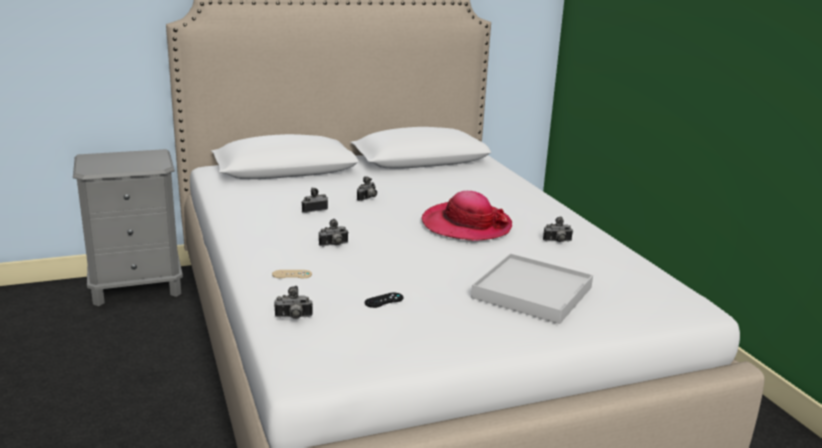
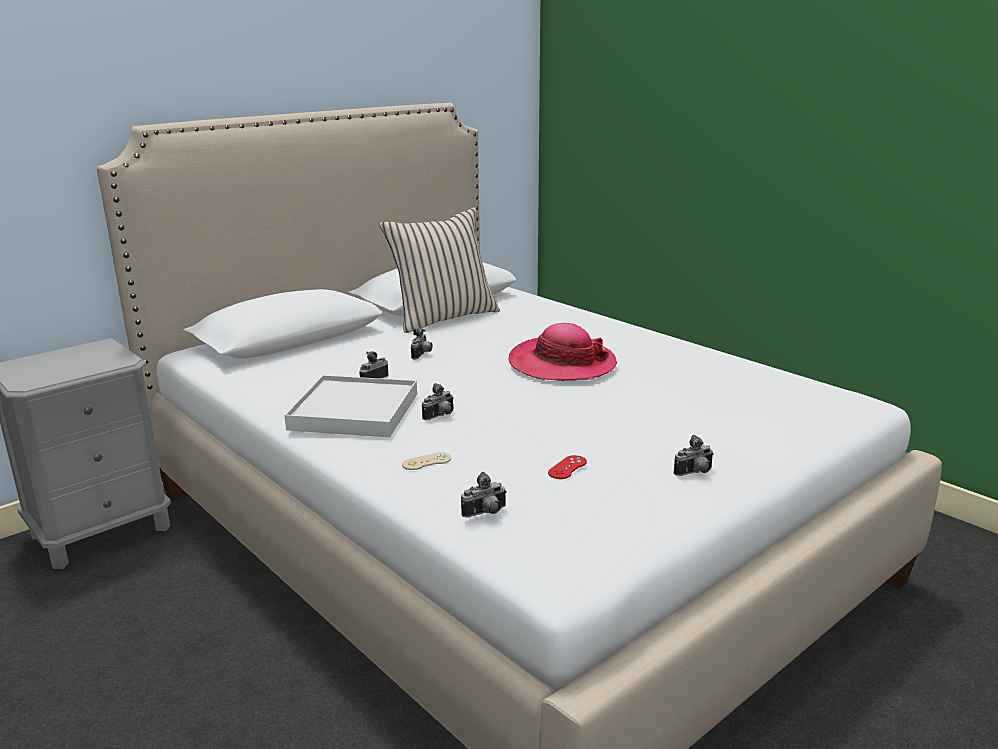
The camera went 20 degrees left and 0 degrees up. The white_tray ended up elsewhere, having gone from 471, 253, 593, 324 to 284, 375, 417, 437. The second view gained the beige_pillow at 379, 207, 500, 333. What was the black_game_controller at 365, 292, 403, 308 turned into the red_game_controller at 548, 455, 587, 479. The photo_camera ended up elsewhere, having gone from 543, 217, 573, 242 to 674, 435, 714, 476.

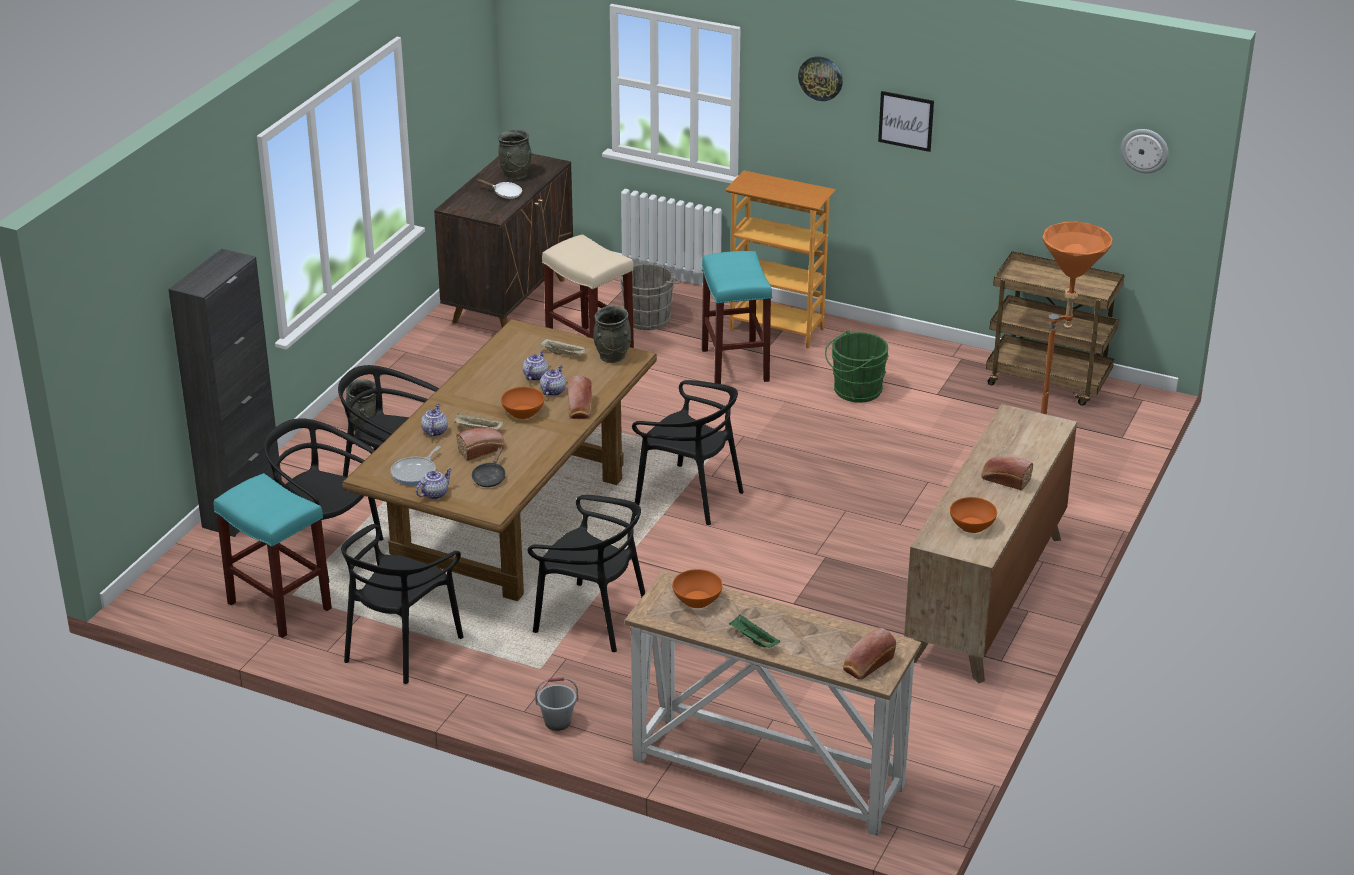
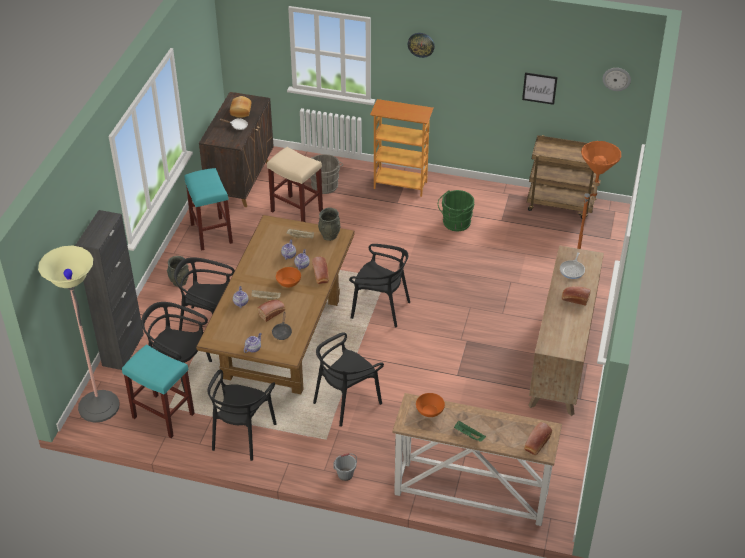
The camera went 10 degrees left and 10 degrees up. The second view gained the floor_lamp at 38, 246, 120, 423. The turquoise_stool ended up elsewhere, having gone from 702, 251, 772, 384 to 184, 168, 233, 251. Where the grey_vase stood at 498, 130, 532, 180, the bread came to stand at 230, 96, 251, 118. The black_chair at 528, 495, 645, 652 ended up facing another way, 120 degrees clockwise from before. The picture ended up elsewhere, having gone from 878, 91, 934, 152 to 522, 72, 558, 105. The frying_pan ended up elsewhere, having gone from 391, 446, 441, 485 to 560, 252, 585, 279. The second view lost the orange_bowl at 950, 497, 997, 533.

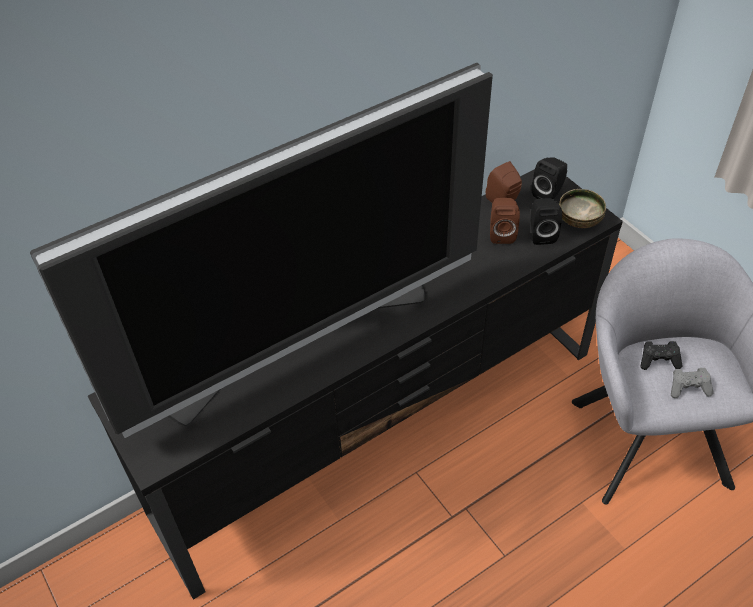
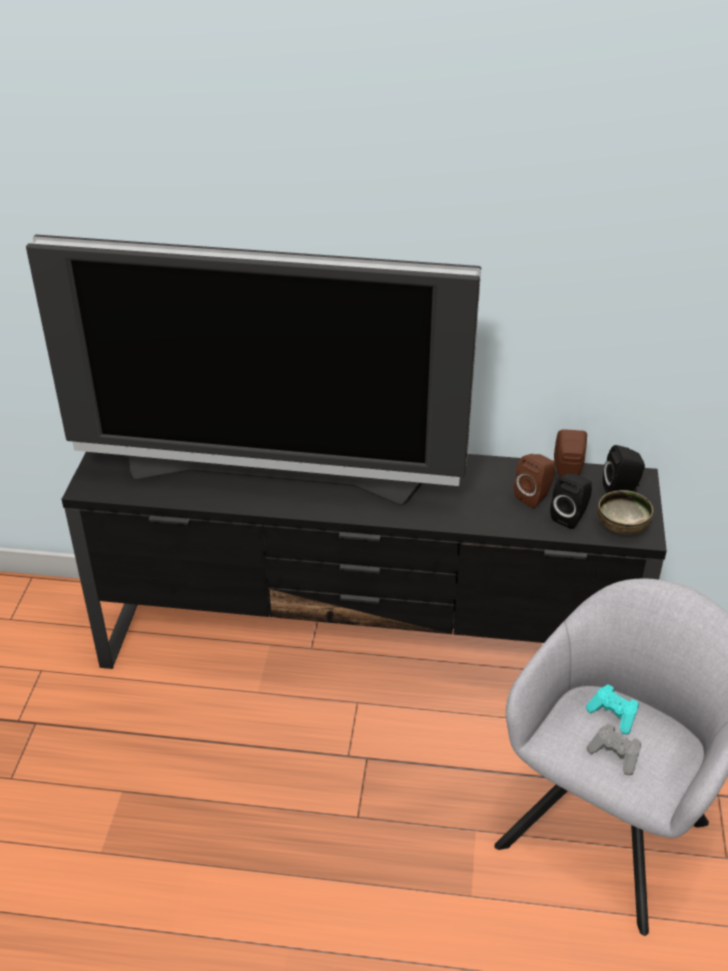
The camera went 40 degrees right and 10 degrees down. What was the black_game_controller at 640, 341, 682, 370 turned into the turquoise_game_controller at 586, 684, 639, 734.

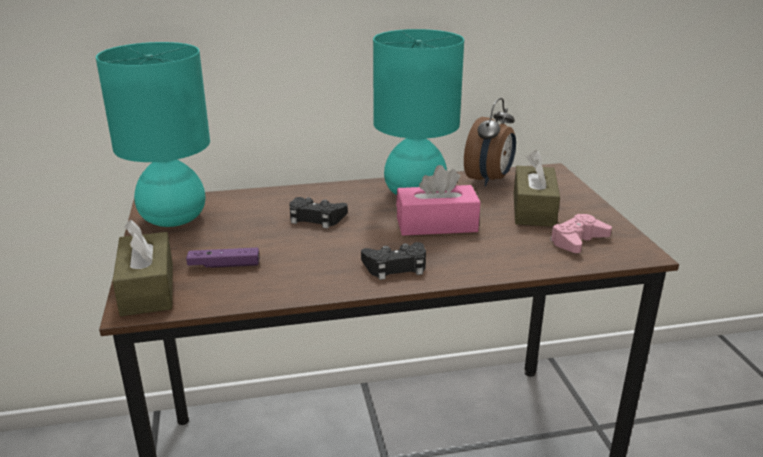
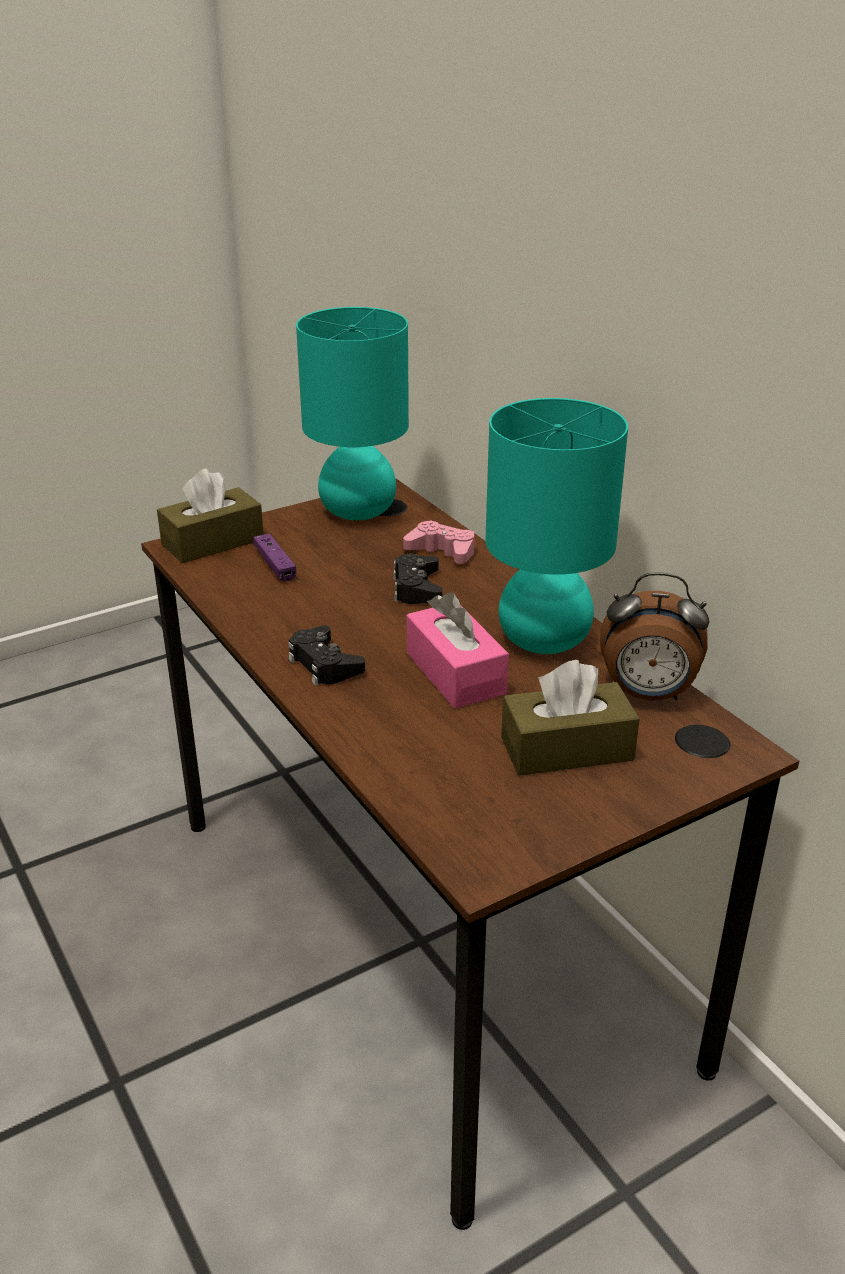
The camera went 70 degrees right and 5 degrees up. The pink_game_controller ended up elsewhere, having gone from 550, 214, 612, 253 to 403, 520, 475, 564.

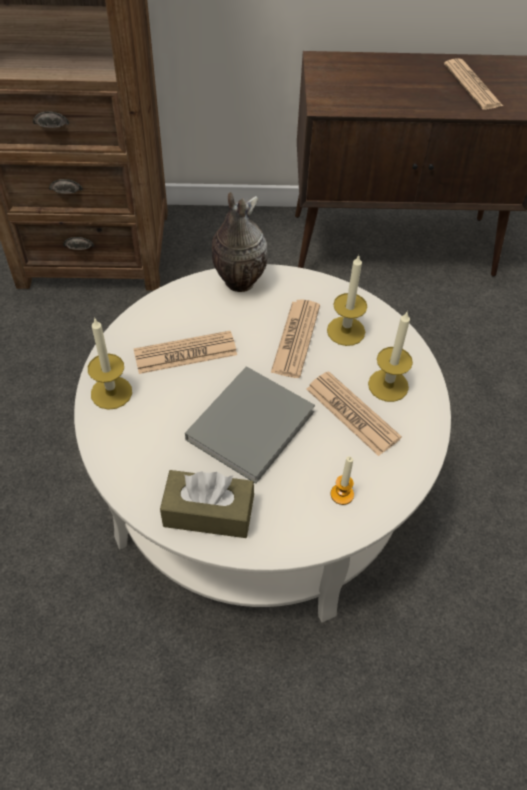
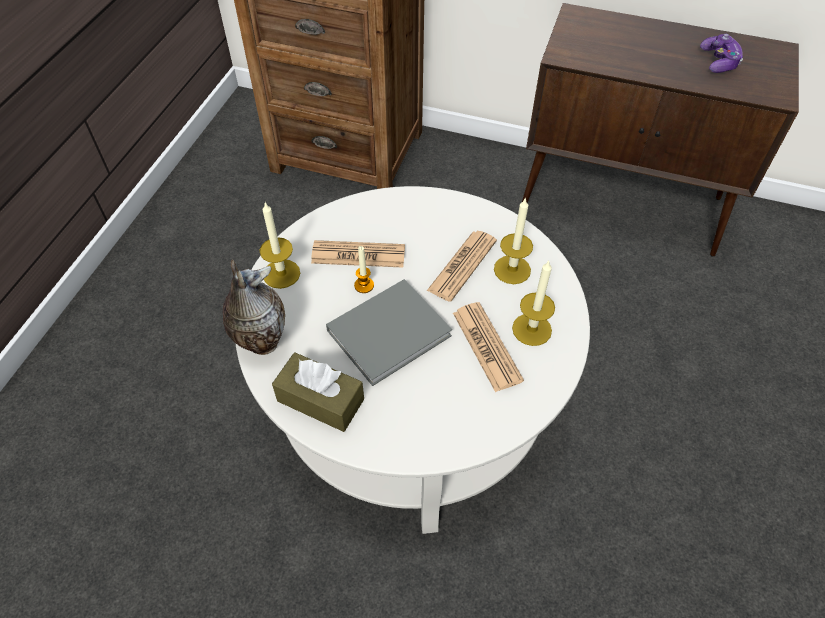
The camera went 20 degrees right and 0 degrees up. The vase ended up elsewhere, having gone from 212, 192, 268, 292 to 223, 259, 285, 355. The candle ended up elsewhere, having gone from 331, 456, 354, 505 to 354, 246, 374, 293. Where the newspaper stood at 444, 58, 503, 110, the game_controller came to stand at 700, 34, 743, 73.

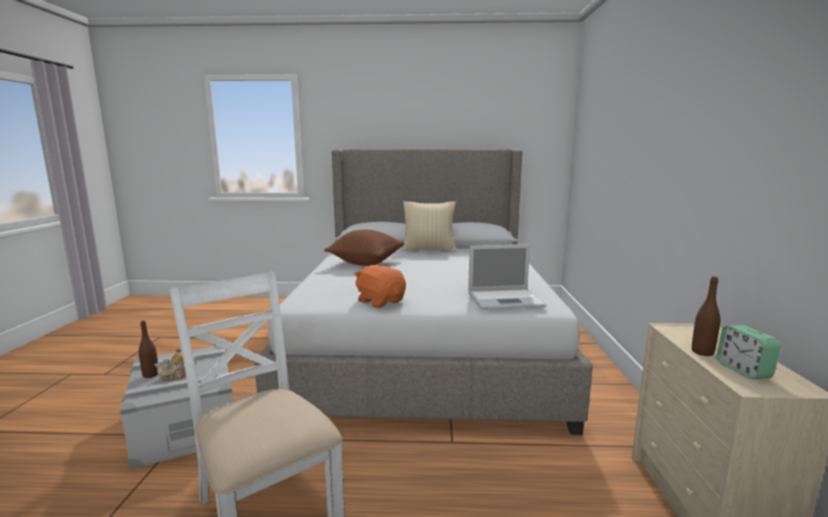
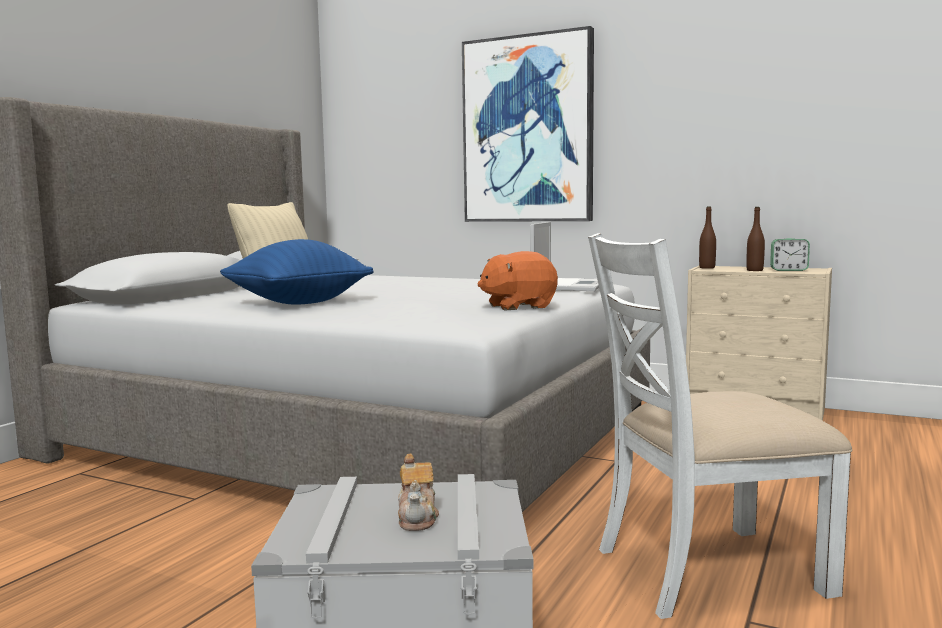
The camera went 65 degrees left and 5 degrees down. What was the brown_pillow at 324, 230, 404, 266 turned into the blue_pillow at 220, 239, 374, 305. The second view gained the picture at 462, 26, 594, 222. The brown_bottle ended up elsewhere, having gone from 139, 321, 158, 378 to 699, 206, 716, 269.

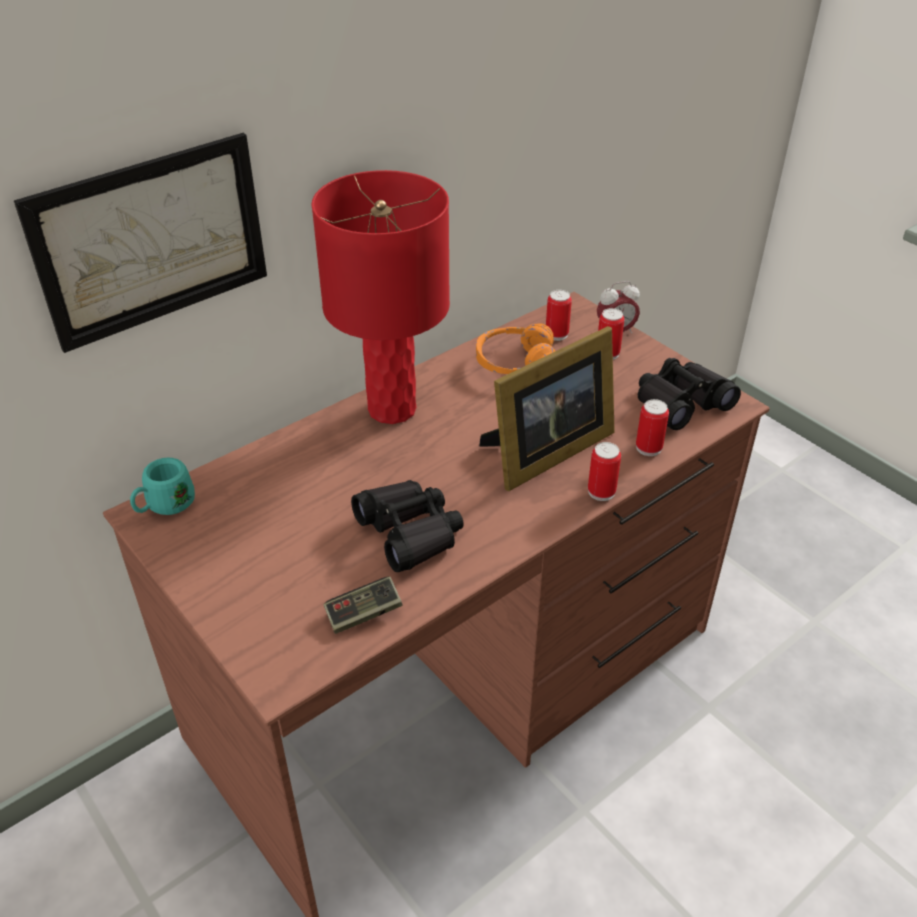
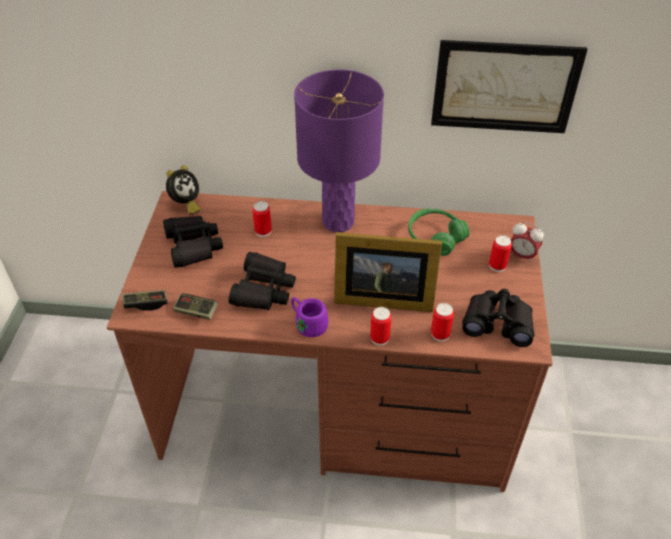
The camera went 45 degrees right and 5 degrees up. The second view gained the game_controller at 122, 290, 167, 311. The second view gained the black_binoculars at 163, 216, 223, 268. Where the turquoise_mug stood at 130, 458, 195, 515, the alarm_clock came to stand at 166, 165, 201, 214. The can ended up elsewhere, having gone from 546, 290, 572, 341 to 252, 201, 272, 237. The second view gained the purple_mug at 291, 297, 329, 337. What was the red_table_lamp at 311, 170, 450, 424 turned into the purple_table_lamp at 294, 70, 384, 232. What was the orange_headphones at 476, 323, 555, 374 turned into the green_headphones at 408, 208, 470, 256. The picture ended up elsewhere, having gone from 14, 133, 267, 353 to 431, 40, 588, 133.

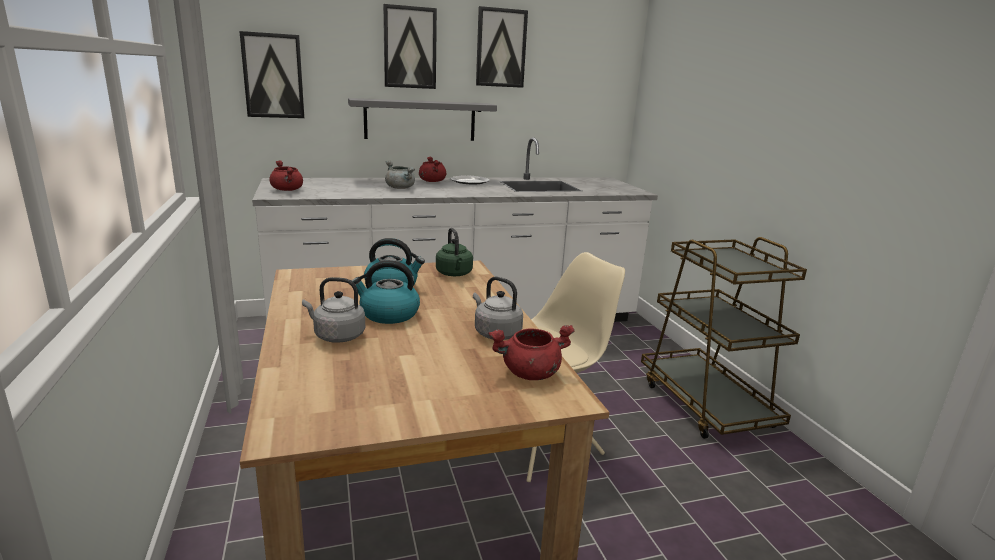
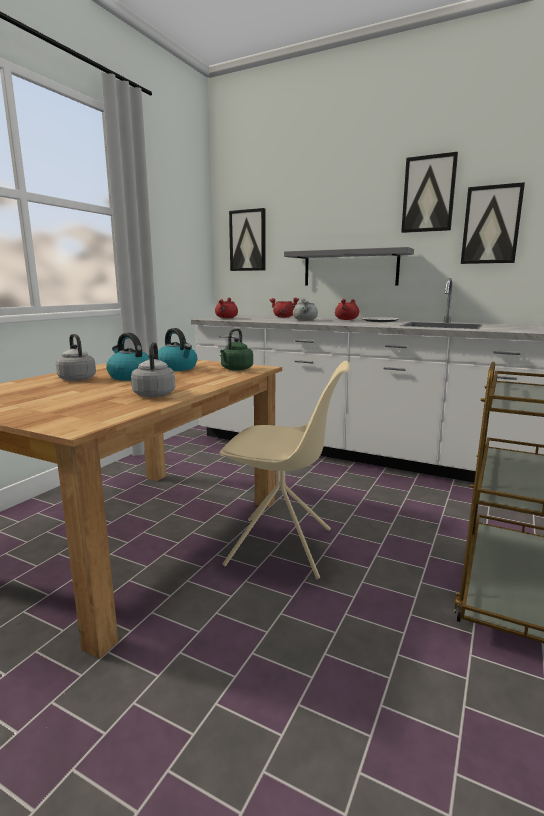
The camera went 45 degrees right and 5 degrees down. The red_cooking_pot ended up elsewhere, having gone from 489, 325, 575, 380 to 270, 298, 299, 318. The picture ended up elsewhere, having gone from 383, 4, 437, 89 to 461, 182, 525, 264.

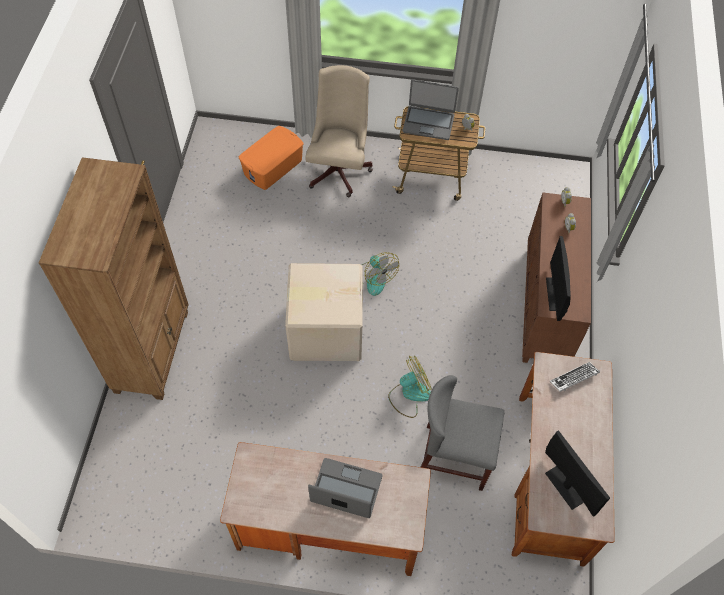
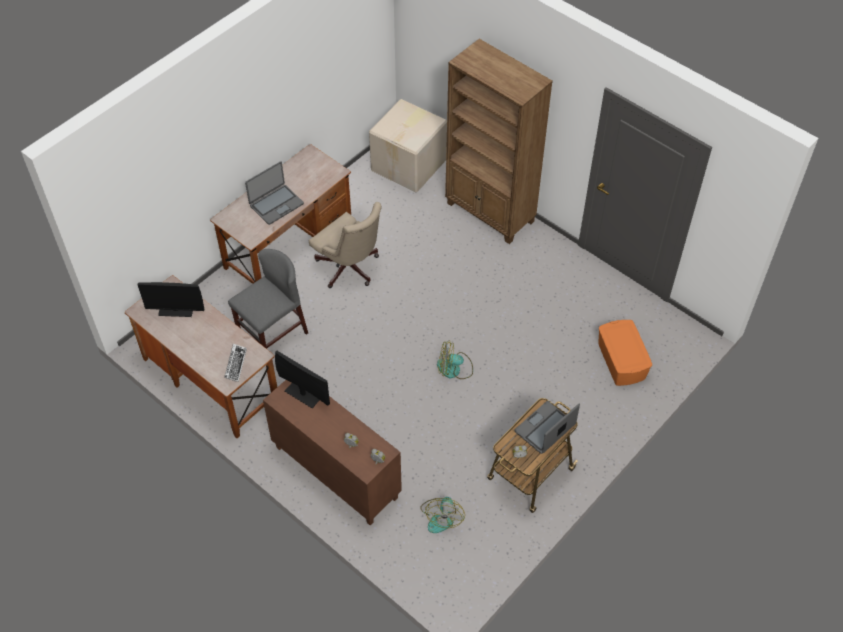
The camera went 125 degrees right and 5 degrees down. The beige_office_chair ended up elsewhere, having gone from 305, 65, 373, 197 to 309, 202, 382, 288. The cardboard_box ended up elsewhere, having gone from 285, 263, 362, 361 to 369, 99, 447, 192. The fan ended up elsewhere, having gone from 388, 356, 432, 418 to 420, 497, 465, 533.

